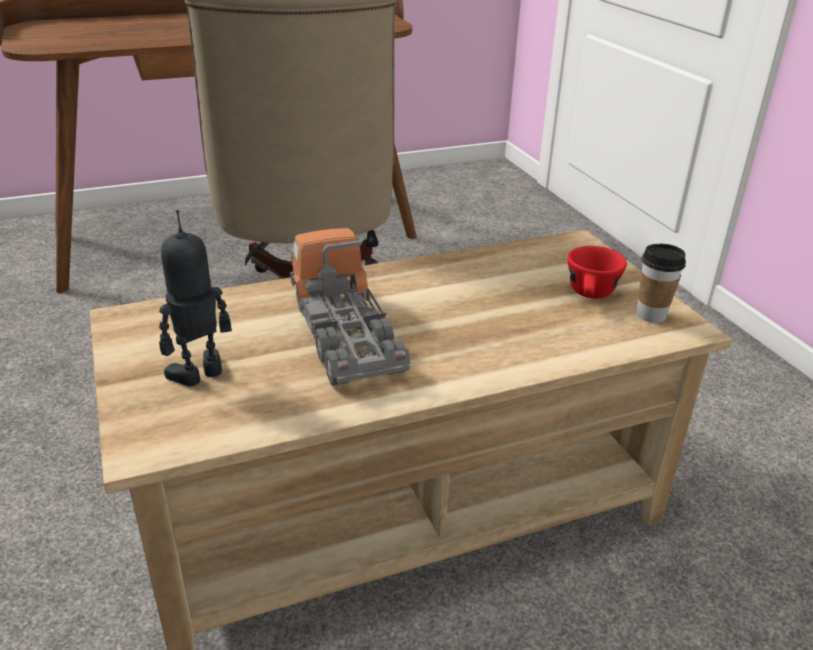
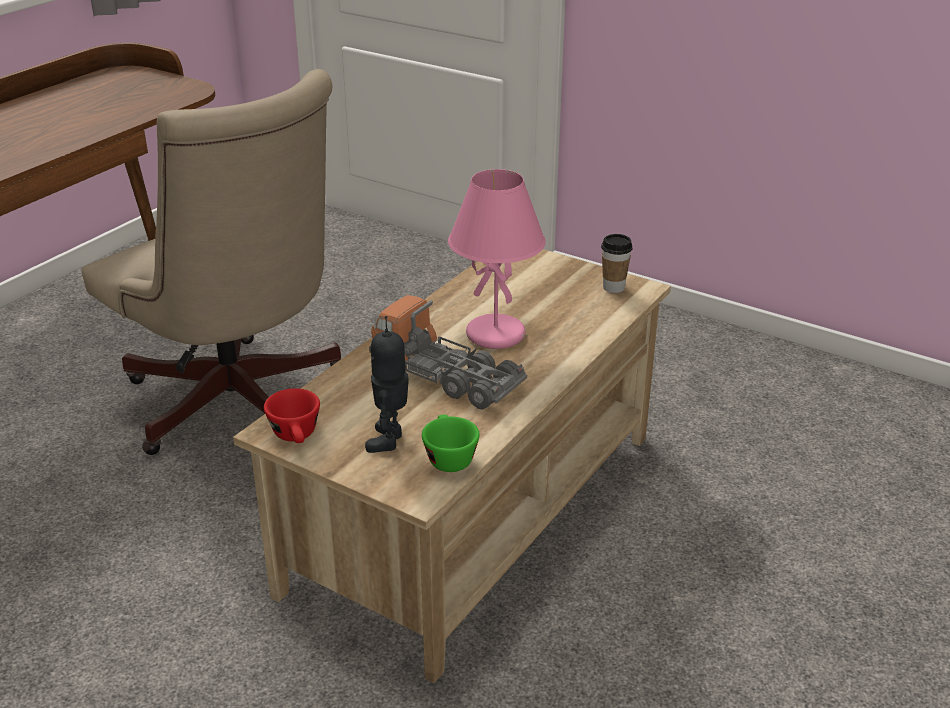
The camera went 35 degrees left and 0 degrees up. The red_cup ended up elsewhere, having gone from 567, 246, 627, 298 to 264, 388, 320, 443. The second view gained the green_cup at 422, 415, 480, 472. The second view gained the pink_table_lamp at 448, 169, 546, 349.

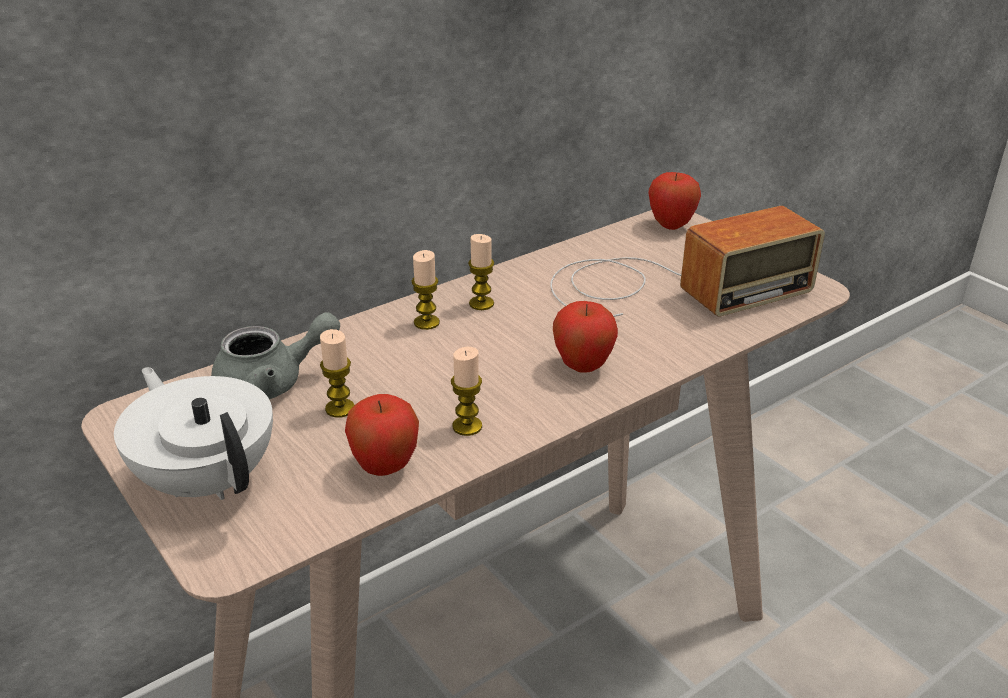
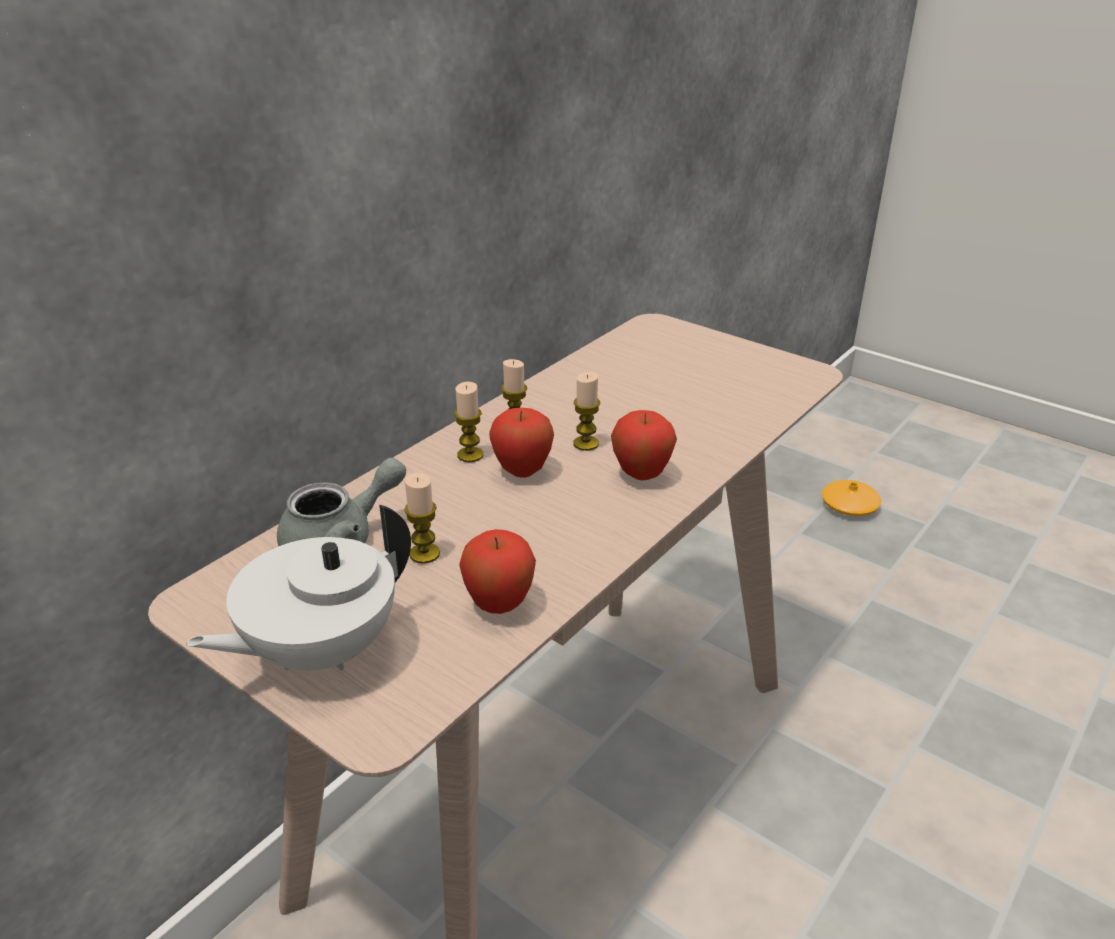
The camera went 15 degrees left and 0 degrees up. The white_teapot at 114, 367, 273, 500 ended up facing another way, 75 degrees counterclockwise from before. The apple ended up elsewhere, having gone from 649, 172, 701, 230 to 489, 408, 554, 478. The candle ended up elsewhere, having gone from 451, 347, 482, 436 to 573, 372, 600, 451. The second view gained the orange_vase at 822, 480, 881, 516. The second view lost the radio at 550, 206, 825, 317.

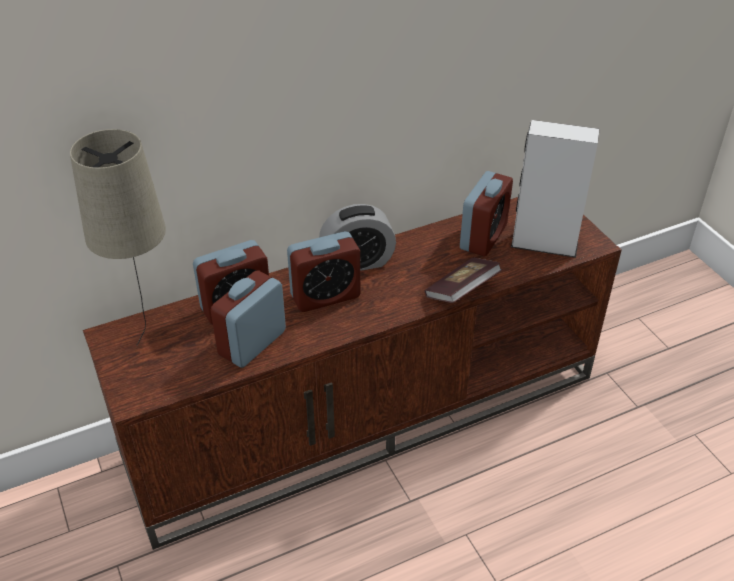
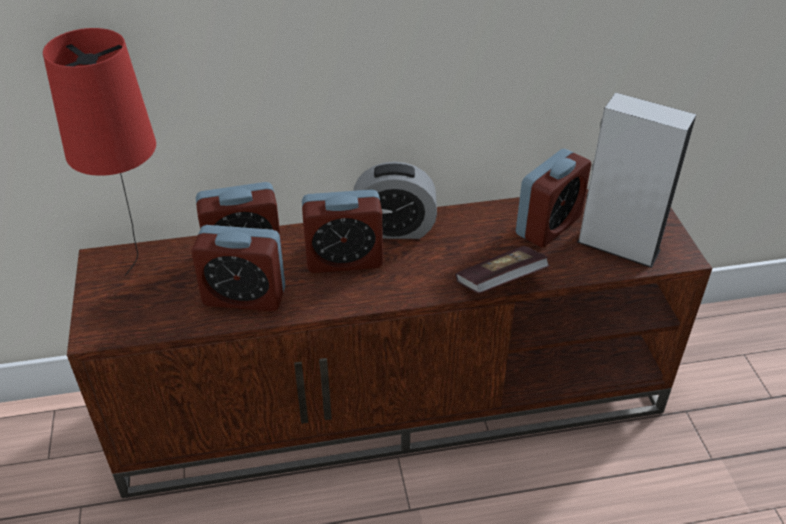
The camera went 15 degrees right and 0 degrees up. What was the beige_table_lamp at 70, 129, 166, 346 turned into the red_table_lamp at 43, 28, 156, 276. The alarm_clock at 211, 270, 286, 368 ended up facing another way, 135 degrees counterclockwise from before.

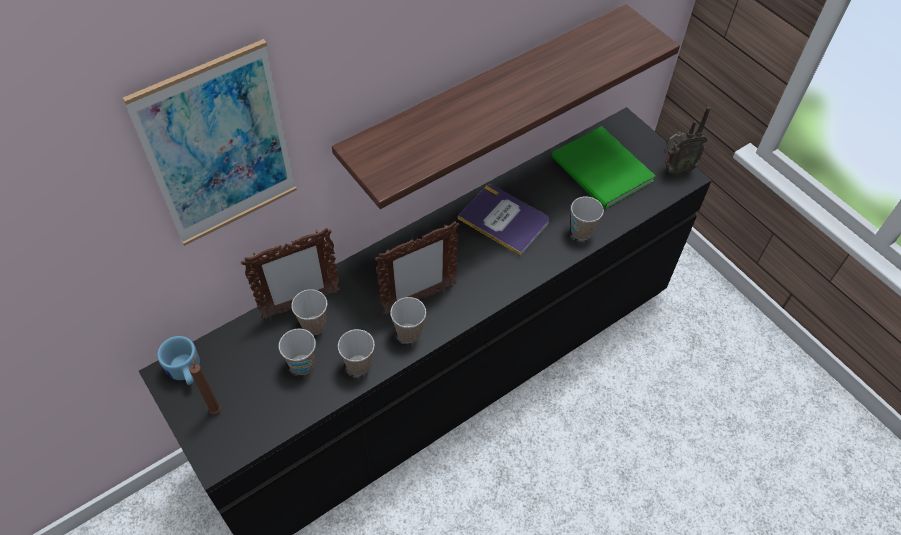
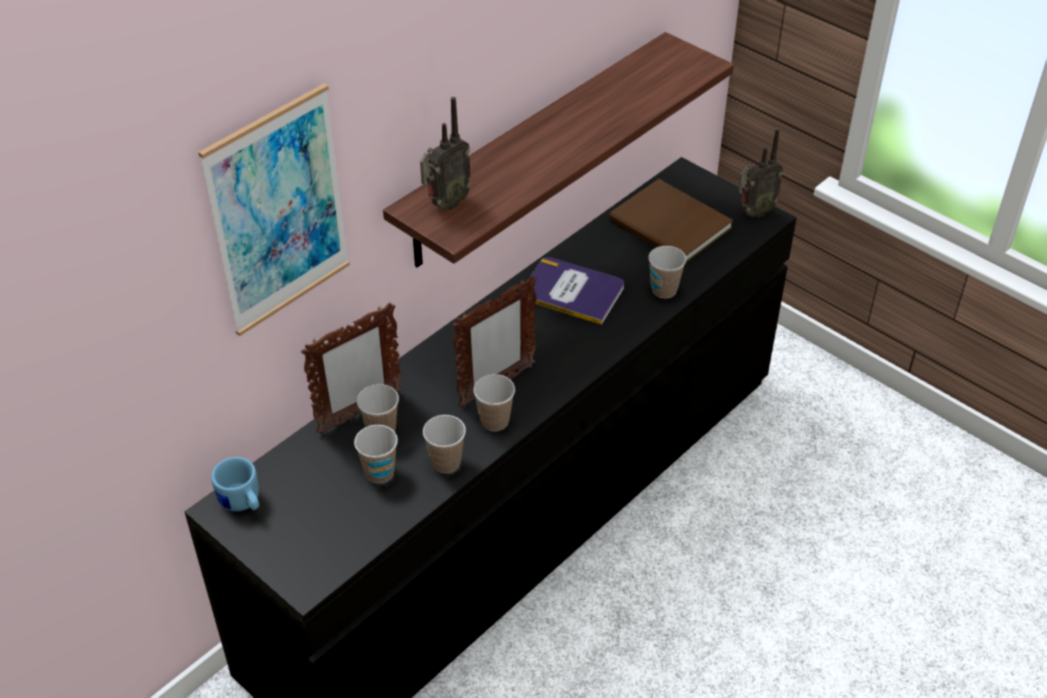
The camera went 10 degrees left and 10 degrees down. The second view gained the radio at 420, 97, 471, 210. What was the green_book at 551, 126, 656, 209 turned into the brown_book at 609, 179, 733, 262. The second view lost the brown_candle at 189, 353, 221, 414.

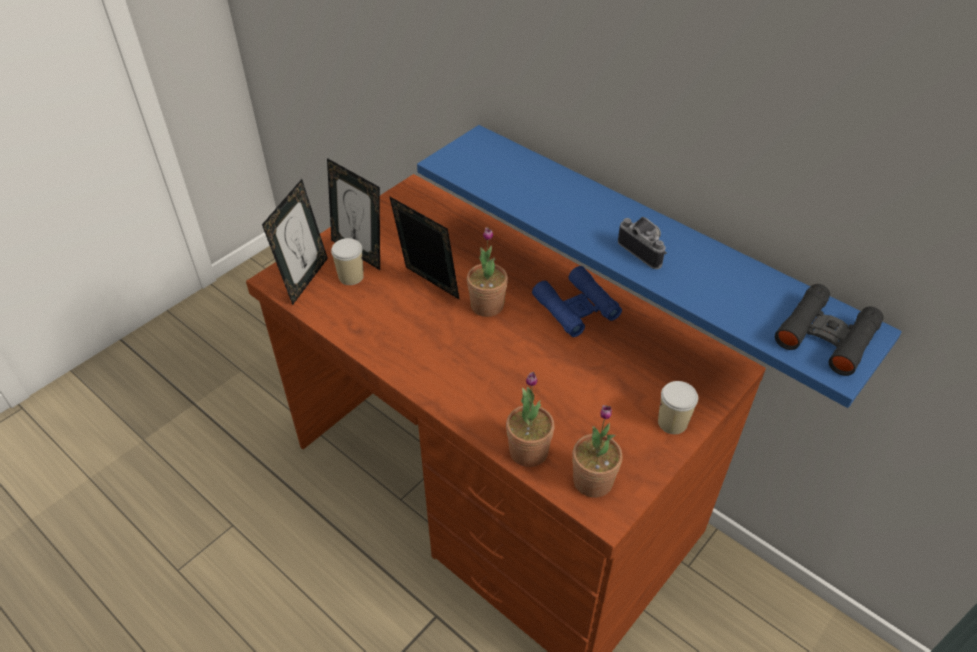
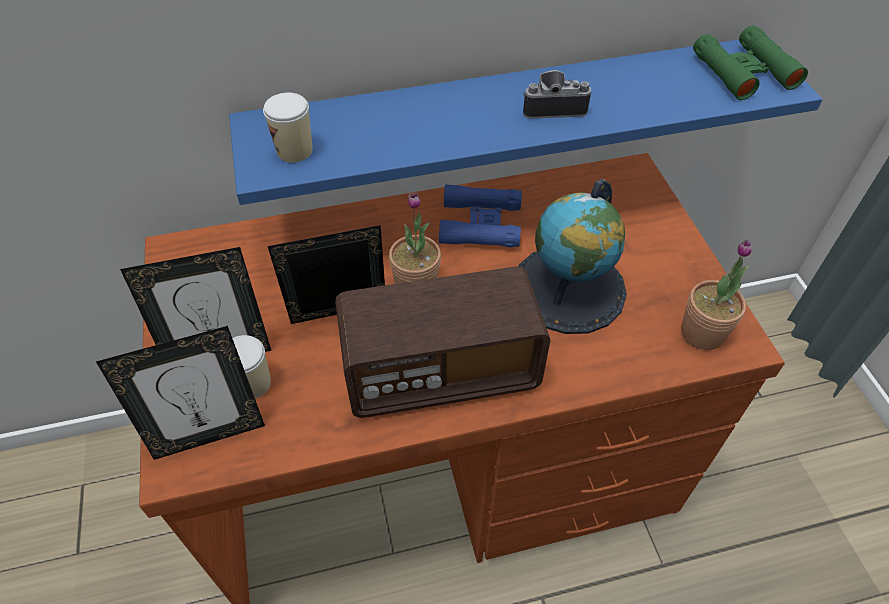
The camera went 55 degrees left and 5 degrees up. The picture_frame at 262, 179, 328, 305 ended up facing another way, 105 degrees clockwise from before. The cup ended up elsewhere, having gone from 658, 381, 698, 434 to 263, 93, 312, 163. The second view gained the radio at 335, 266, 551, 418. The second view gained the globe at 519, 179, 627, 334. What was the black_binoculars at 775, 284, 884, 376 turned into the green_binoculars at 693, 25, 808, 100. The second view lost the potted_plant at 506, 372, 554, 467.

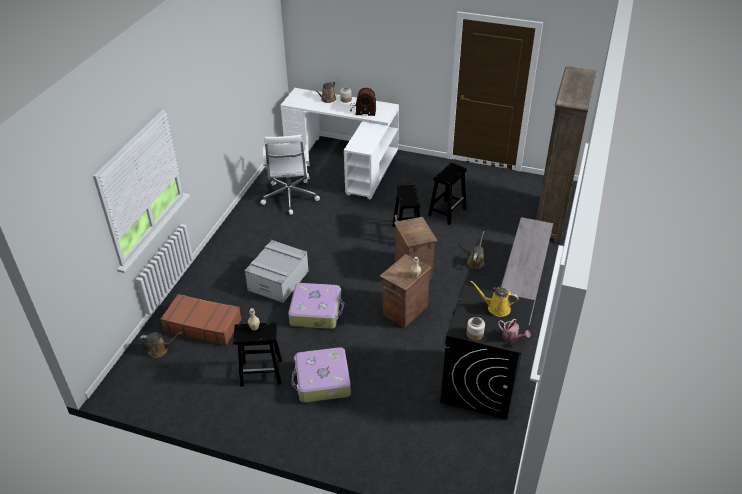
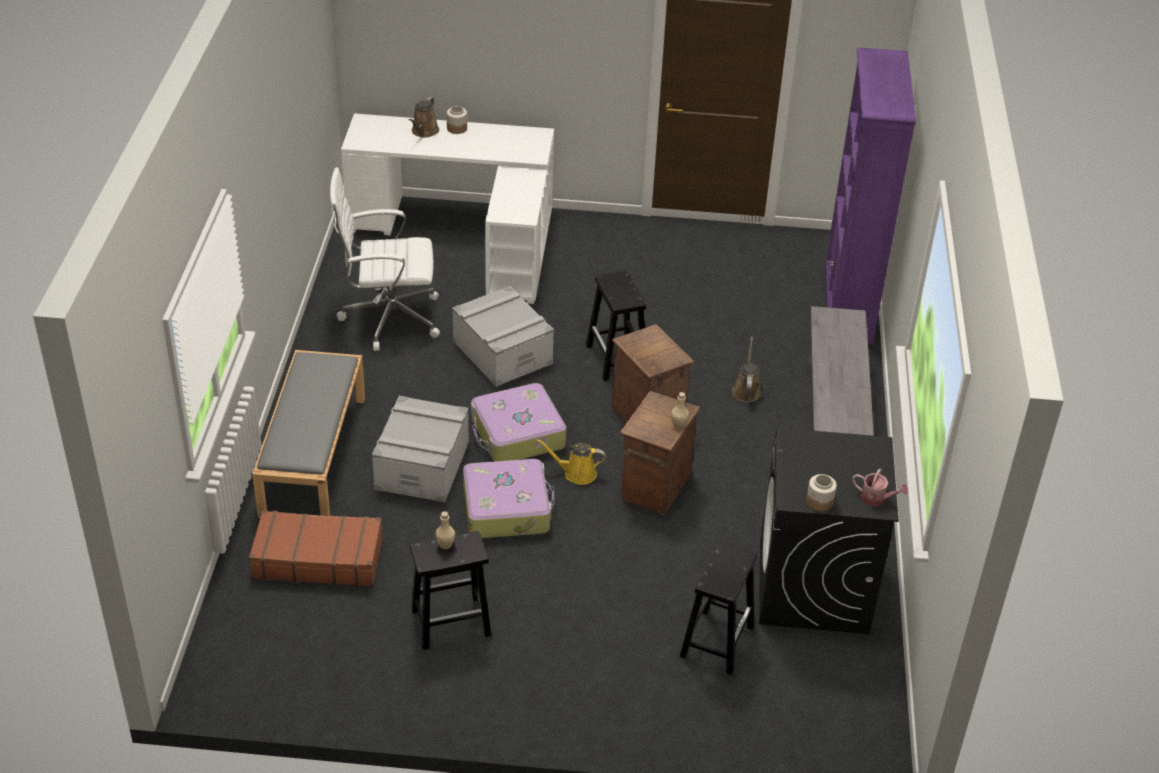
The camera went 15 degrees left and 0 degrees up. The second view gained the grey_bench at 252, 350, 365, 518. The white_office_chair at 260, 135, 320, 215 ended up facing another way, 105 degrees clockwise from before. The second view gained the grey_storage_box at 452, 286, 554, 387. The suitcase ended up elsewhere, having gone from 292, 347, 351, 403 to 471, 383, 566, 462. The yellow_watering_can ended up elsewhere, having gone from 470, 281, 519, 317 to 536, 439, 606, 485. The black_stool ended up elsewhere, having gone from 428, 163, 467, 225 to 680, 541, 757, 675. What was the brown_bookcase at 536, 66, 596, 244 turned into the purple_bookcase at 824, 47, 916, 345. The second view lost the brown_watering_can at 139, 332, 182, 358. The second view lost the radio at 350, 88, 376, 116.

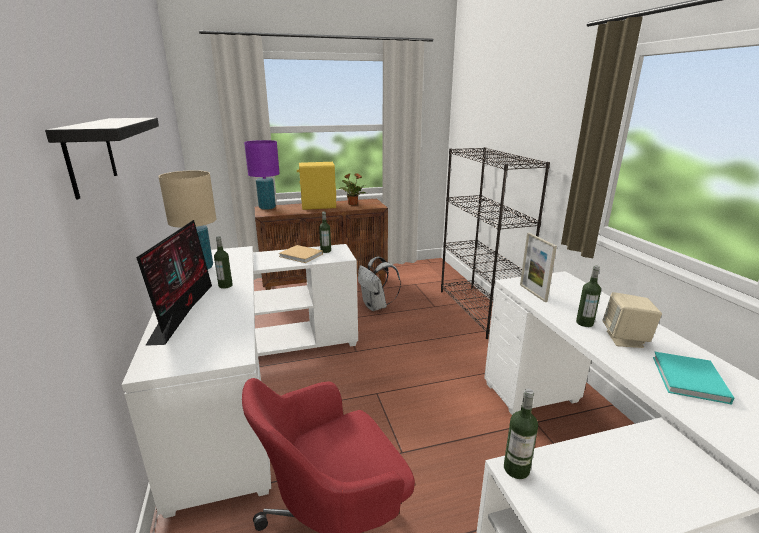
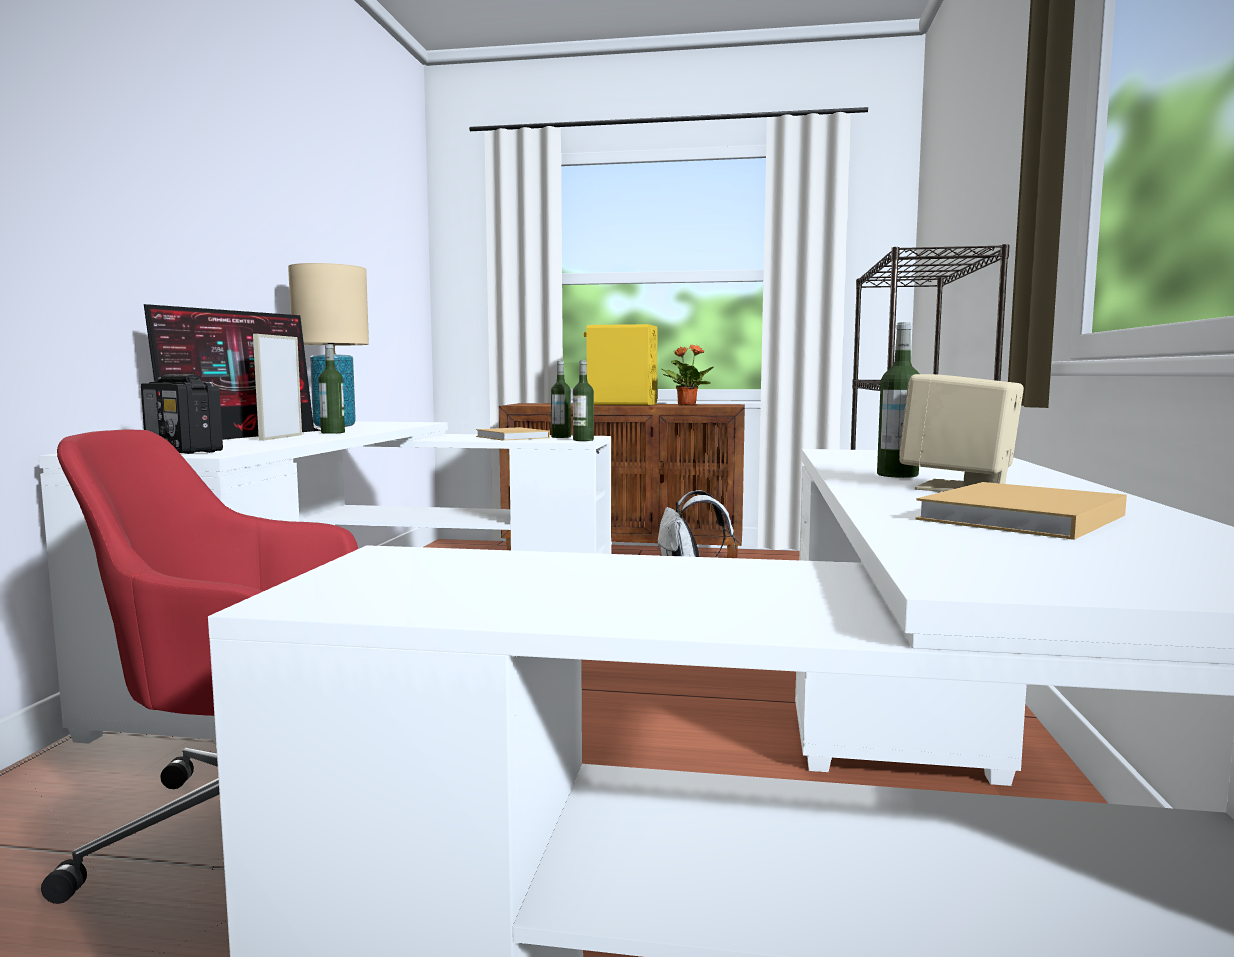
The camera went 25 degrees right and 15 degrees down. The second view gained the radio at 141, 374, 223, 454. The picture_frame ended up elsewhere, having gone from 520, 233, 557, 302 to 253, 334, 302, 441. The bottle ended up elsewhere, having gone from 504, 389, 538, 479 to 573, 360, 594, 441. What was the turquoise_book at 653, 352, 734, 405 turned into the beige_book at 916, 482, 1127, 540. The second view lost the black_shelf at 45, 118, 159, 200. The second view lost the purple_table_lamp at 244, 140, 280, 210.

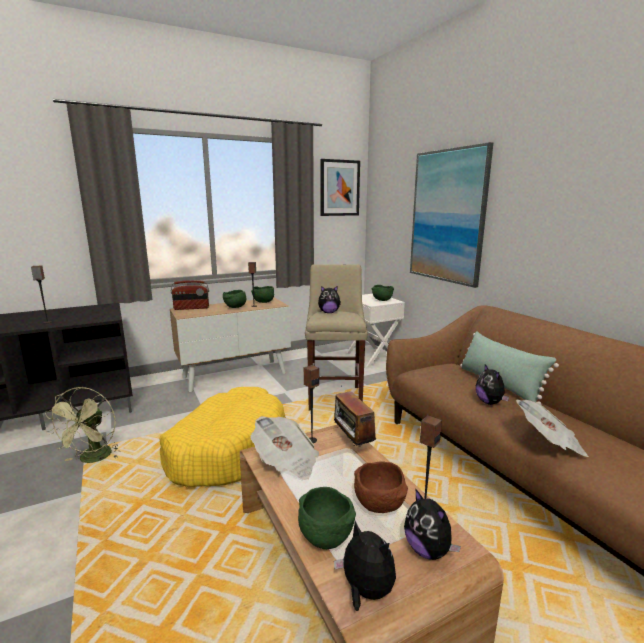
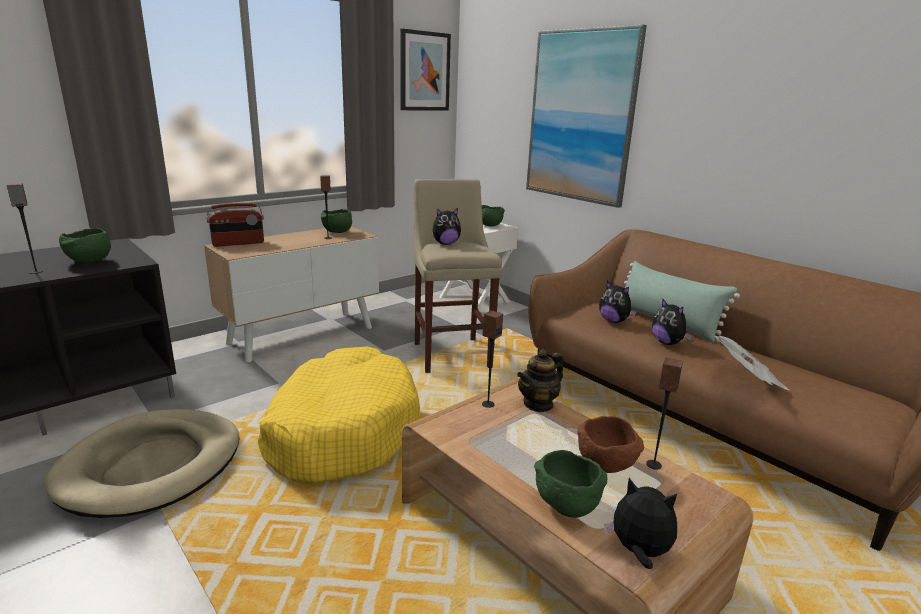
The camera went 15 degrees left and 5 degrees up. Where the green_fan stood at 45, 387, 118, 463, the beige_dog_bed came to stand at 45, 409, 239, 518. The green_bowl ended up elsewhere, having gone from 223, 290, 246, 308 to 59, 228, 111, 263. Where the radio stood at 334, 391, 377, 446, the teapot came to stand at 517, 349, 564, 413. The plush_toy ended up elsewhere, having gone from 404, 488, 461, 560 to 599, 281, 637, 323. The second view lost the newspaper at 250, 416, 319, 480.

